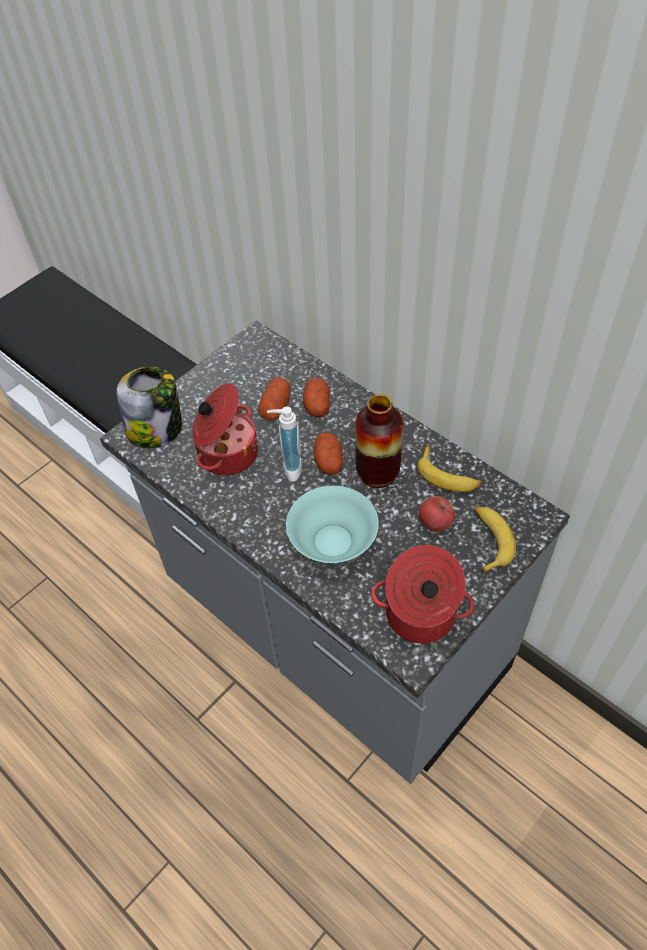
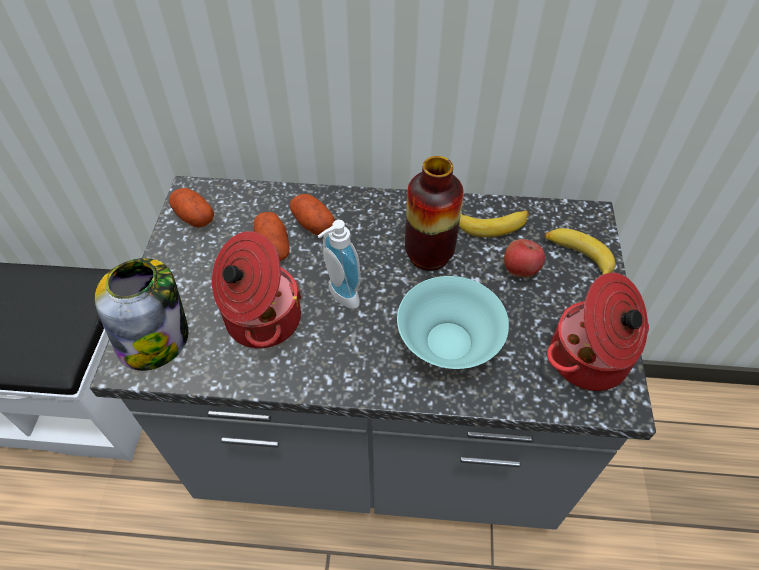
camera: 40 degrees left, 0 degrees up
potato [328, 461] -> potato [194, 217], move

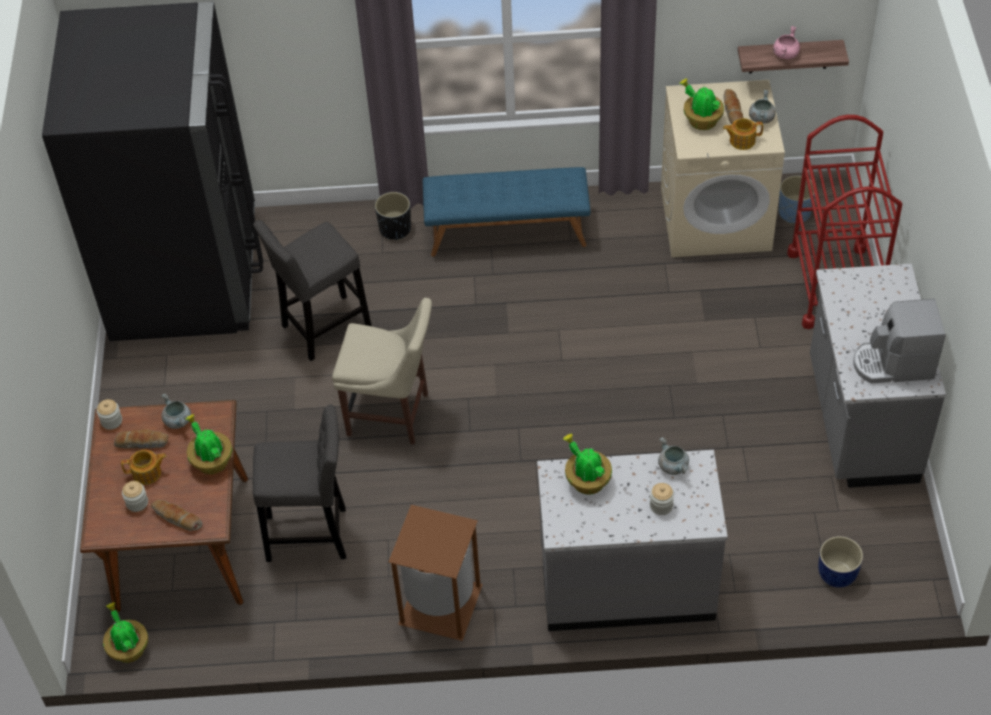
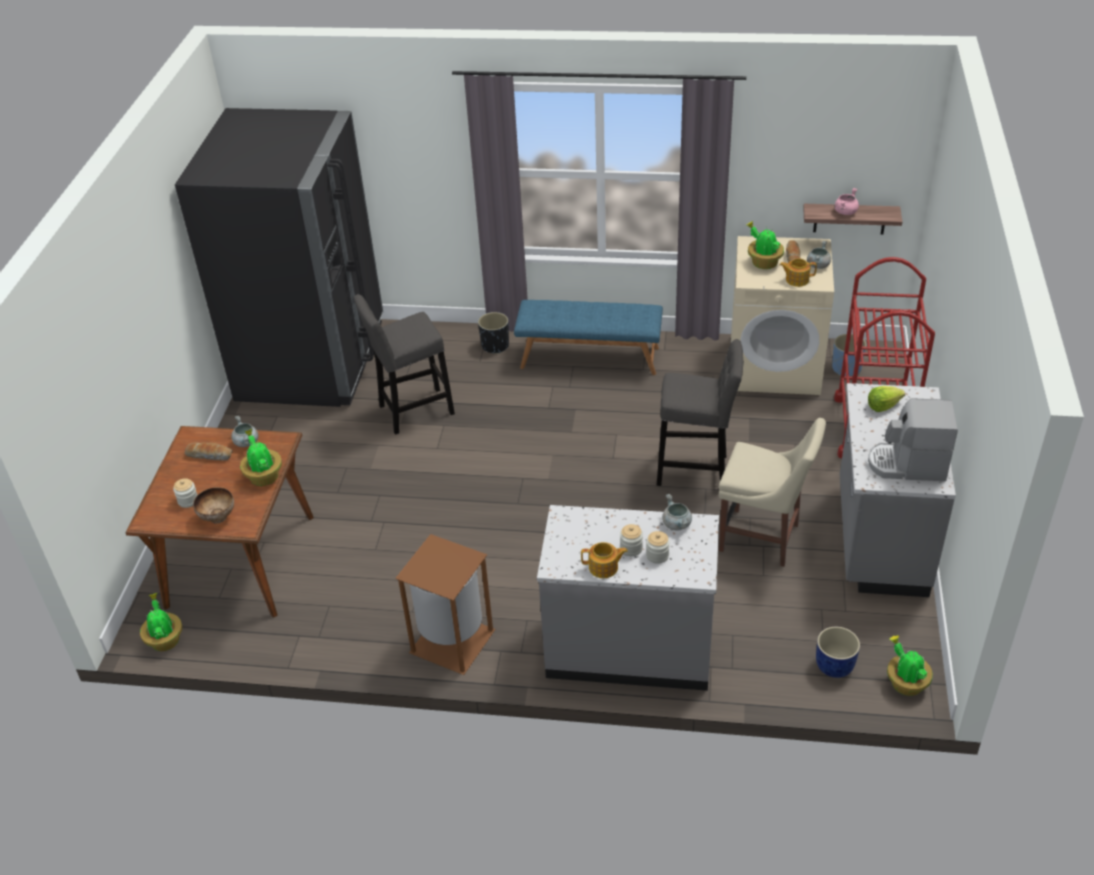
camera: 10 degrees right, 10 degrees down
chair in beige [392, 415] -> chair in beige [763, 539], move
jar [111, 421] -> jar [631, 548], move
stool in grey [312, 535] -> stool in grey [696, 471], move
potted plant [586, 481] -> potted plant [905, 683], move
teapot [147, 473] -> teapot [604, 568], move
bread [177, 519] -> bowl [217, 517]
none -> lettuce [883, 406]

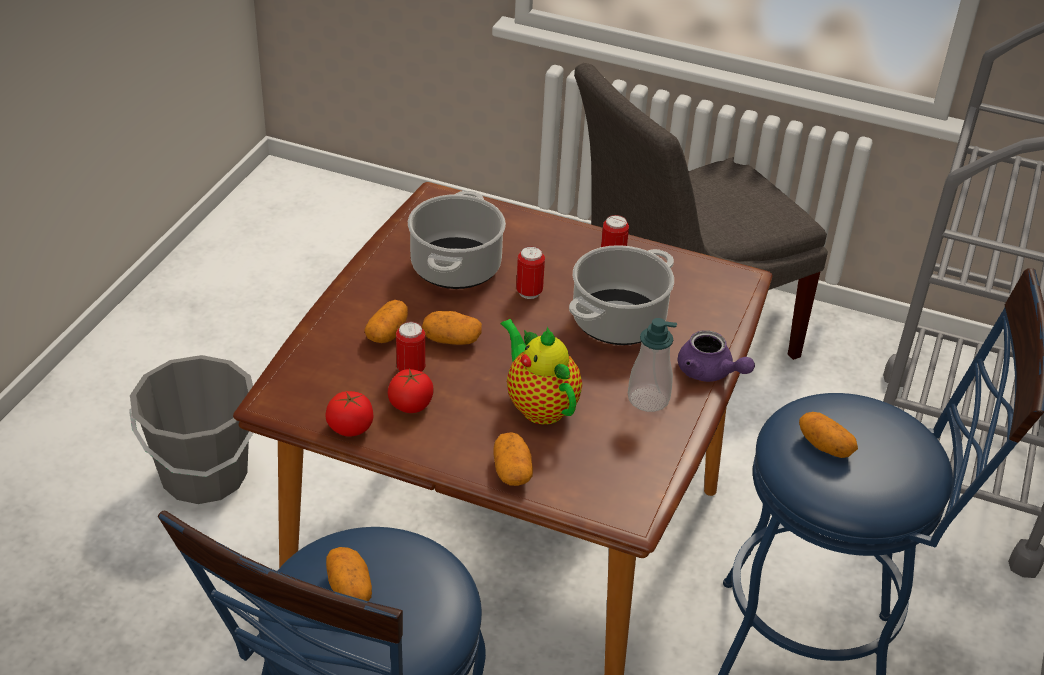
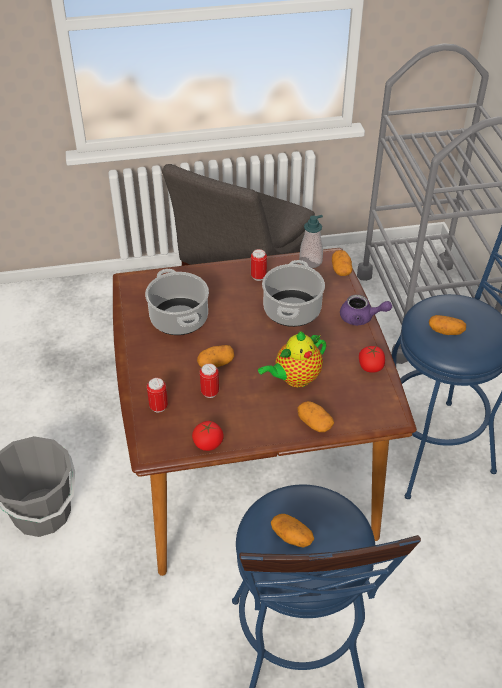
camera: 30 degrees left, 5 degrees up
can [529, 292] -> can [158, 406], move
potato [387, 333] -> potato [341, 270], move
soap dispenser [648, 399] -> soap dispenser [310, 261], move
teapot [539, 405] -> teapot [295, 378], 60 degrees counterclockwise
tomato [410, 405] -> tomato [370, 367], move

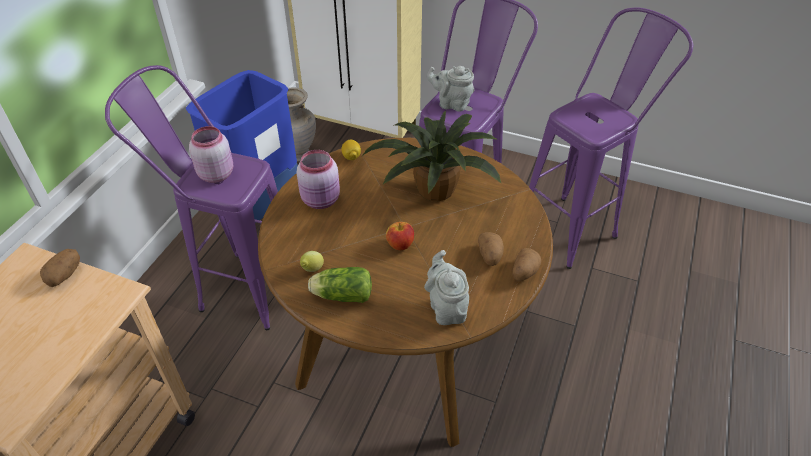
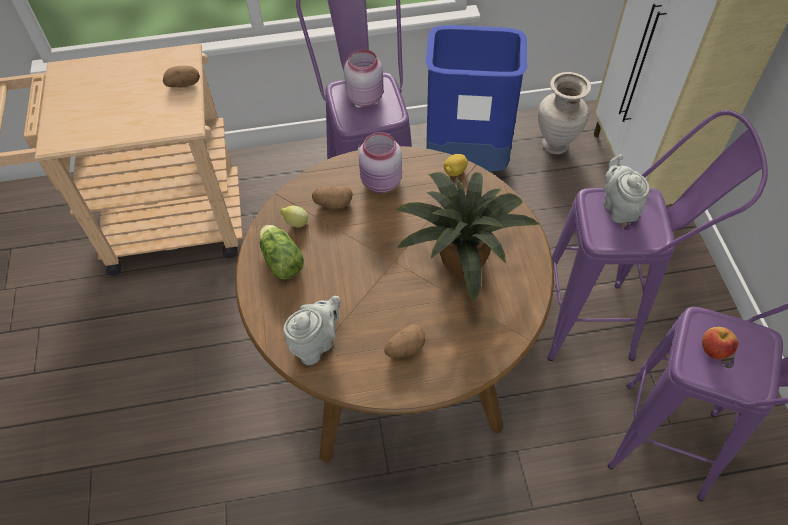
camera: 60 degrees right, 10 degrees up
apple [400, 245] -> apple [714, 350], move
potato [523, 272] -> potato [333, 204], move

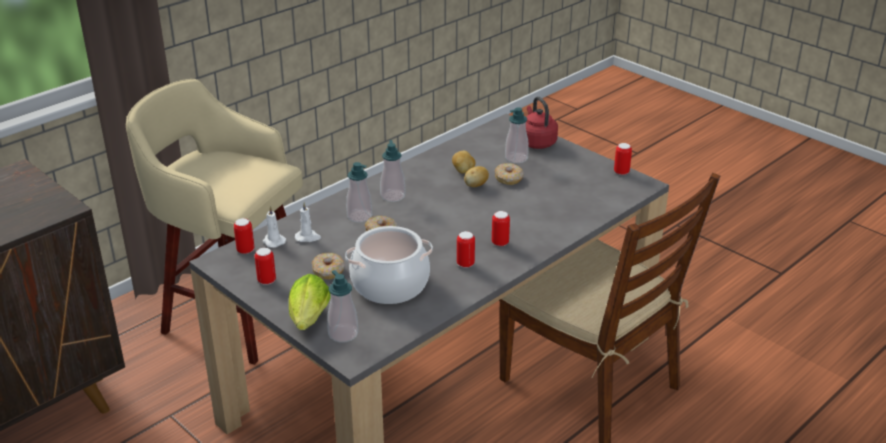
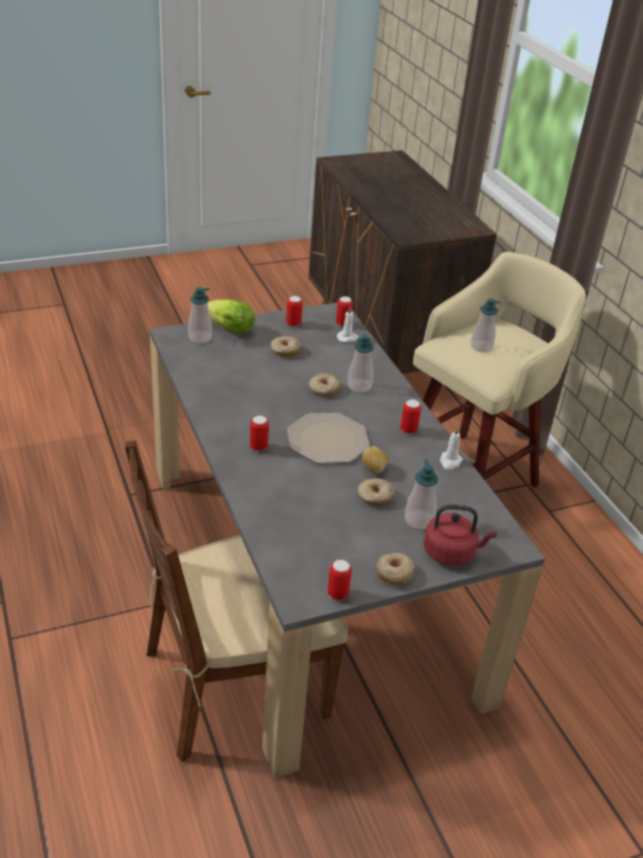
camera: 110 degrees right, 5 degrees up
soap dispenser [393, 196] -> soap dispenser [481, 347], move
potato [463, 171] -> none
candle in white [308, 237] -> candle in white [450, 462], move
cooking pot [389, 285] -> none
can [465, 264] -> can [408, 430], move
none -> plate [327, 439]
none -> donut [394, 573]

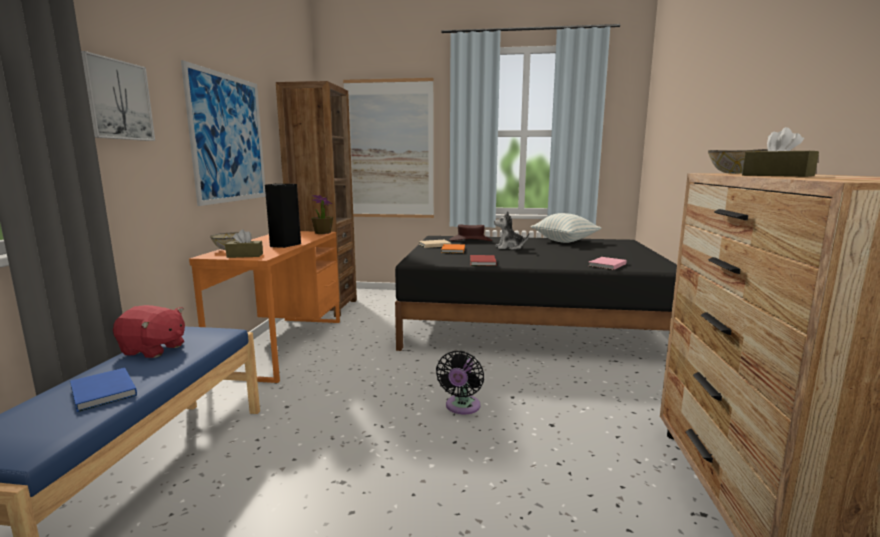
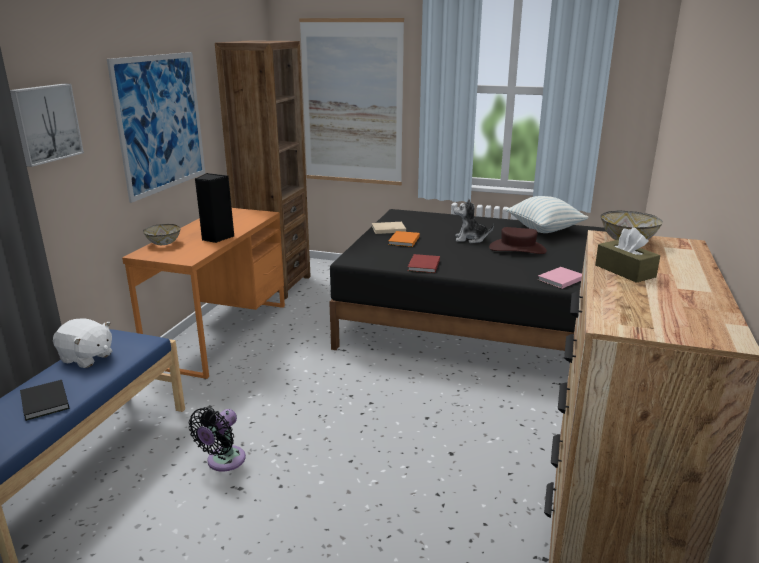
camera: 10 degrees right, 10 degrees up
potted plant [322, 233] -> none
hat in brown [470, 240] -> hat in brown [517, 249], move
tissue box in brown [245, 255] -> none
plush toy in red [153, 350] -> plush toy in white [86, 358]
fan in black [462, 407] -> fan in black [223, 461], move
book in blue [102, 392] -> book in black [44, 403]

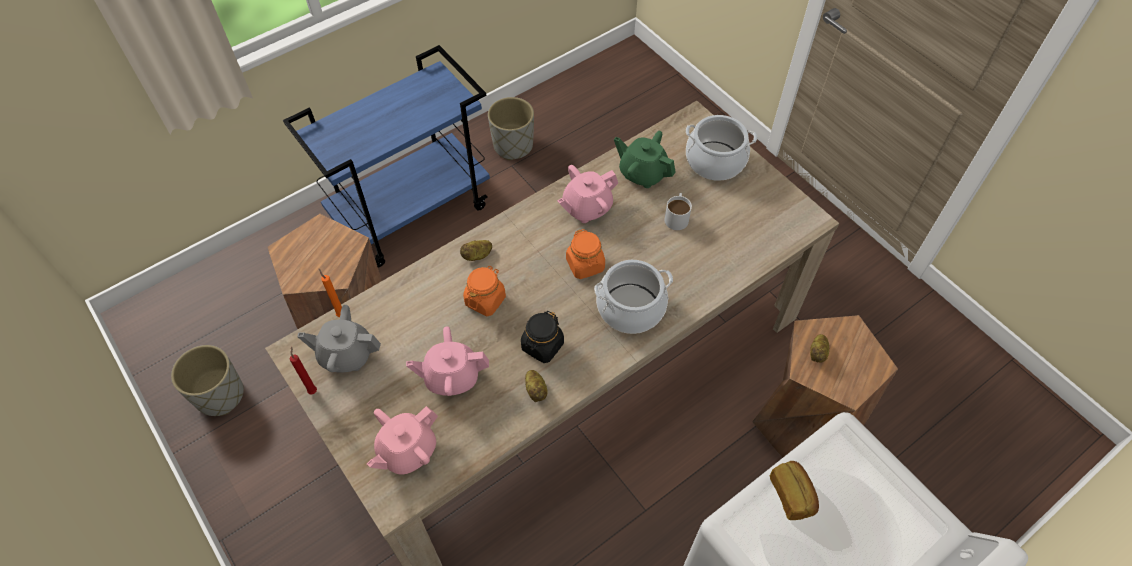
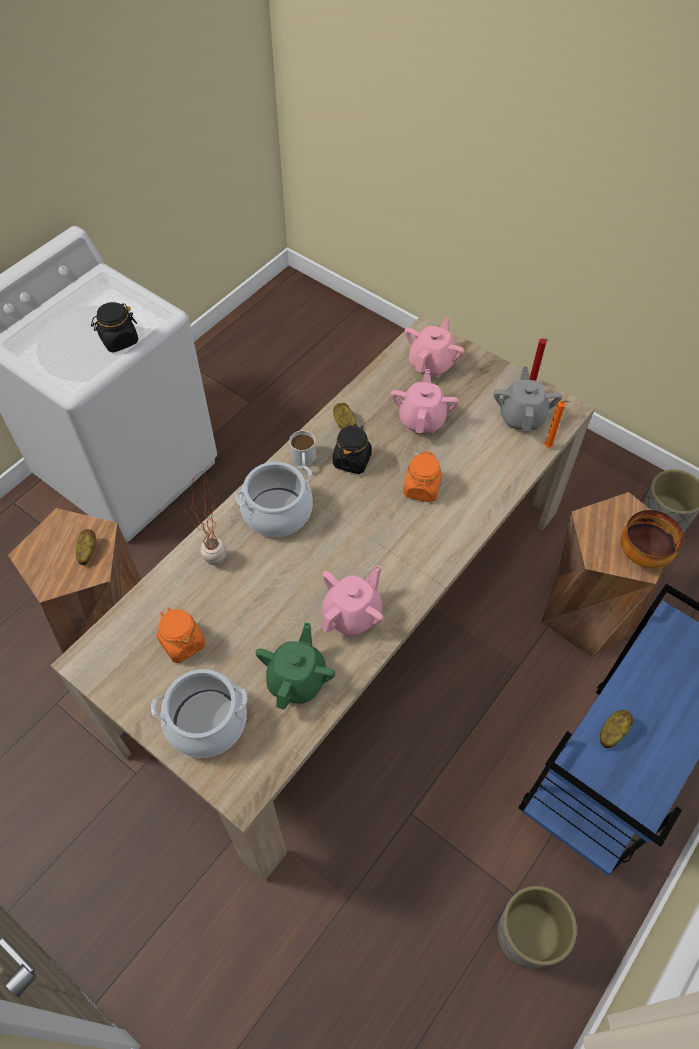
camera: 165 degrees right, 0 degrees up
teapot in green [642, 173] -> teapot in green [297, 679], 90 degrees counterclockwise
mug in white [677, 216] -> mug in white [303, 460], move
jar in orange [585, 265] -> jar in orange [182, 643], move
potato [477, 255] -> potato [612, 732], move
teapot in grey [346, 354] -> teapot in grey [522, 417], 75 degrees counterclockwise
teapot in pink [451, 377] -> teapot in pink [422, 419], 60 degrees counterclockwise
bread [792, 494] -> jar in black [119, 340]
none -> potted plant [214, 567]
none -> bowl [643, 555]

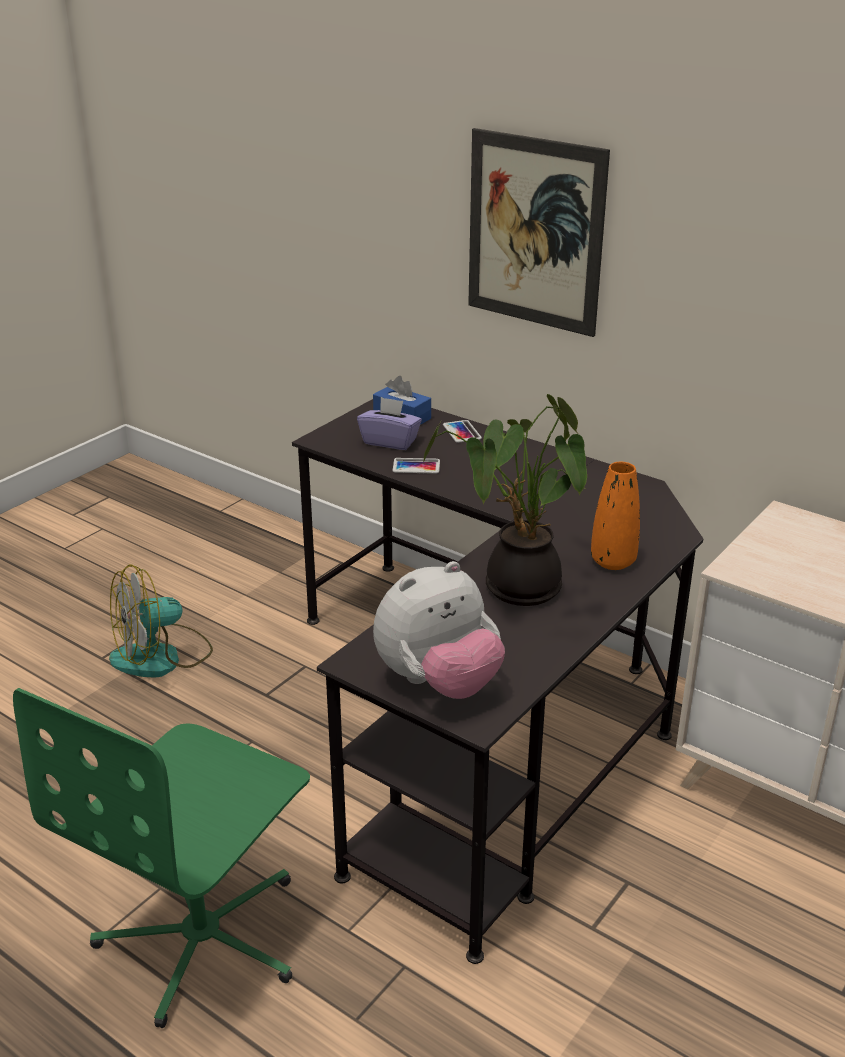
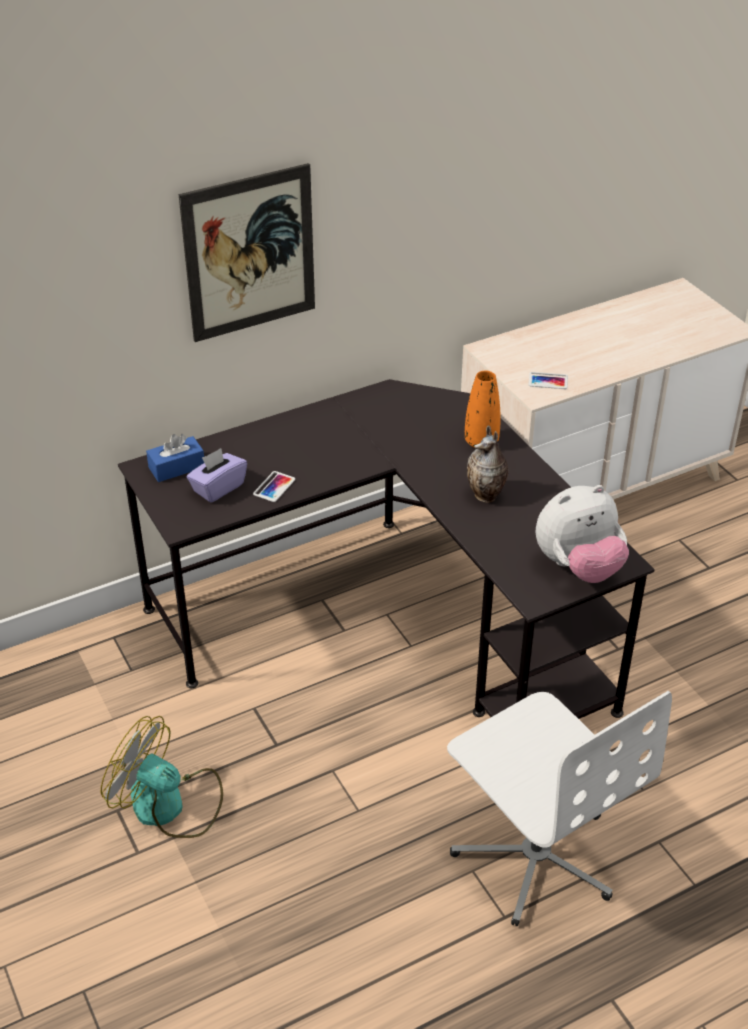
camera: 65 degrees left, 10 degrees up
potted plant [515, 588] -> vase [487, 496]
phone [462, 432] -> phone [548, 381], move
plush toy [438, 682] -> plush toy [578, 567], 75 degrees clockwise
fan [162, 657] -> fan [169, 805], 120 degrees clockwise
office chair in green [204, 937] -> office chair in white [535, 854]

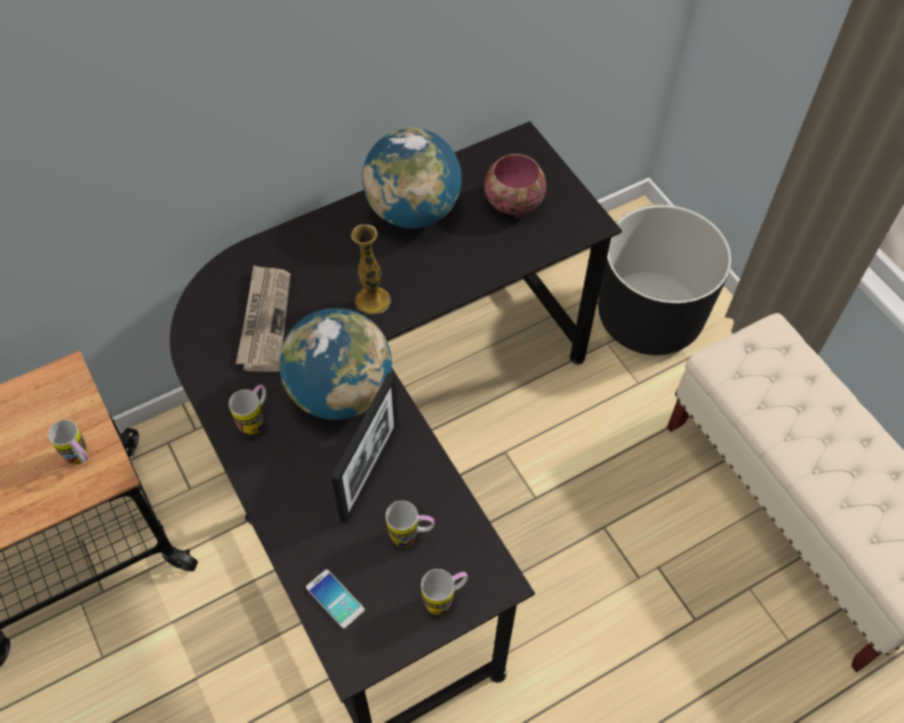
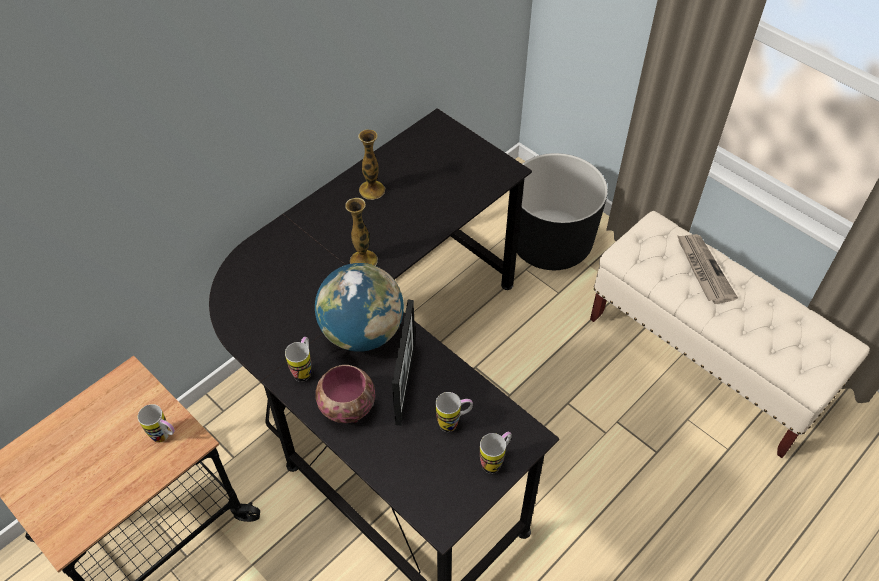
camera: 15 degrees left, 5 degrees down
globe [413, 211] -> vase [372, 190]
bowl [512, 204] -> bowl [346, 408], move
newspaper [264, 320] -> newspaper [703, 269], move
phone [335, 599] -> none

